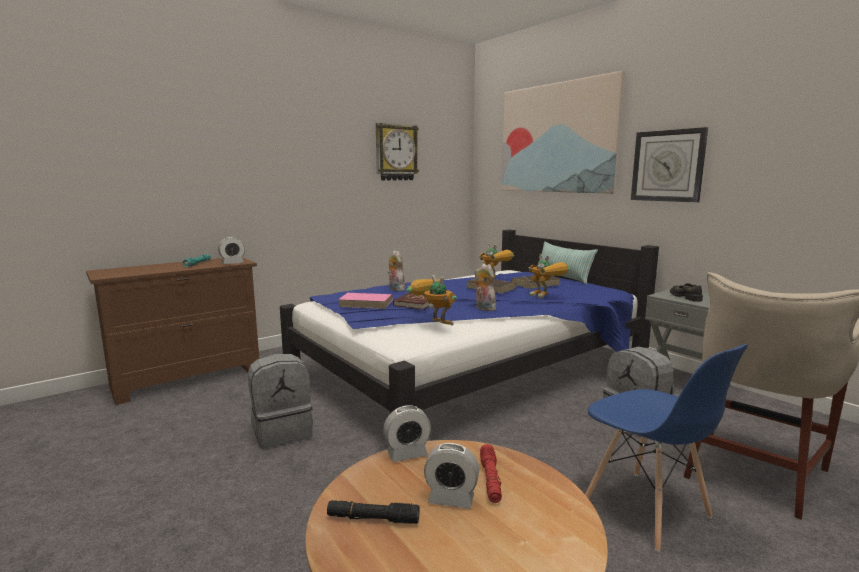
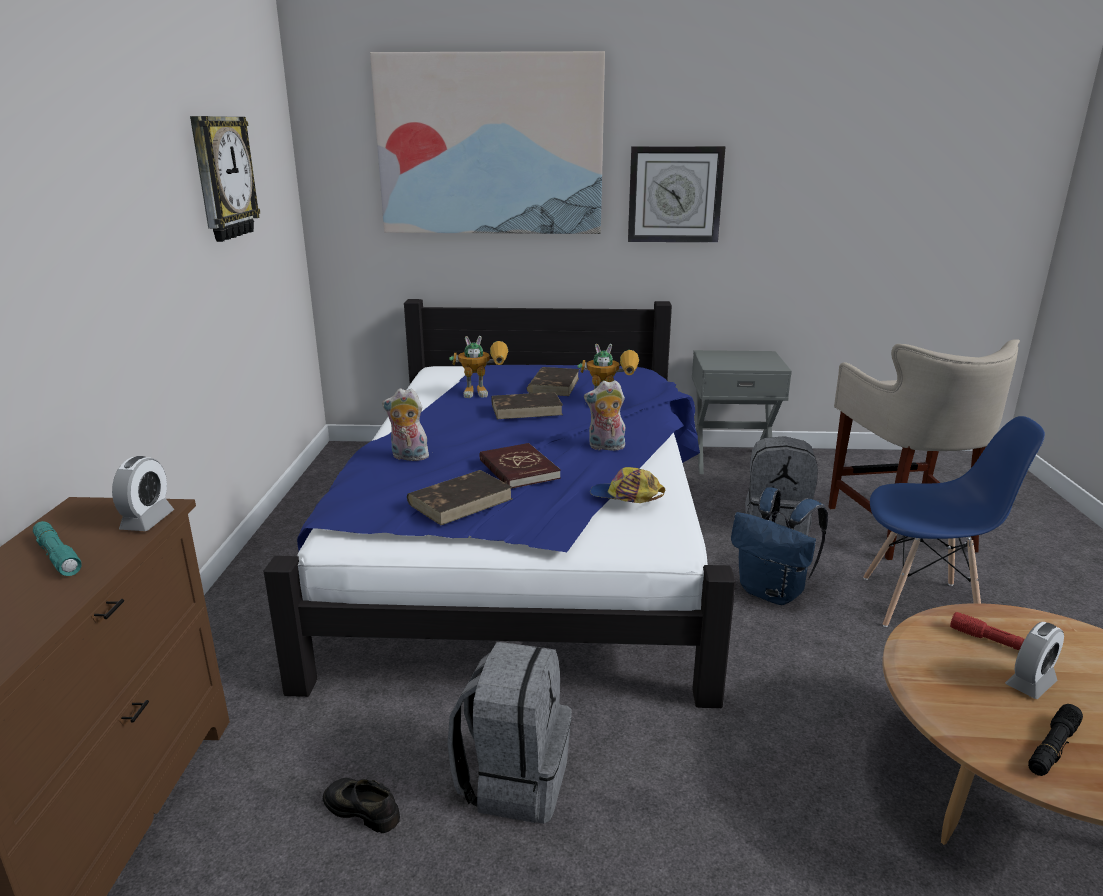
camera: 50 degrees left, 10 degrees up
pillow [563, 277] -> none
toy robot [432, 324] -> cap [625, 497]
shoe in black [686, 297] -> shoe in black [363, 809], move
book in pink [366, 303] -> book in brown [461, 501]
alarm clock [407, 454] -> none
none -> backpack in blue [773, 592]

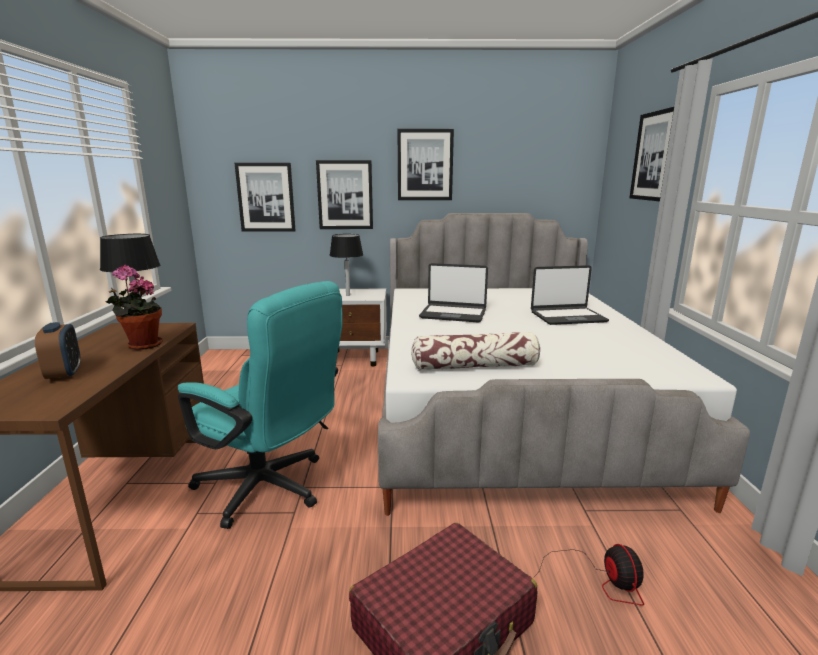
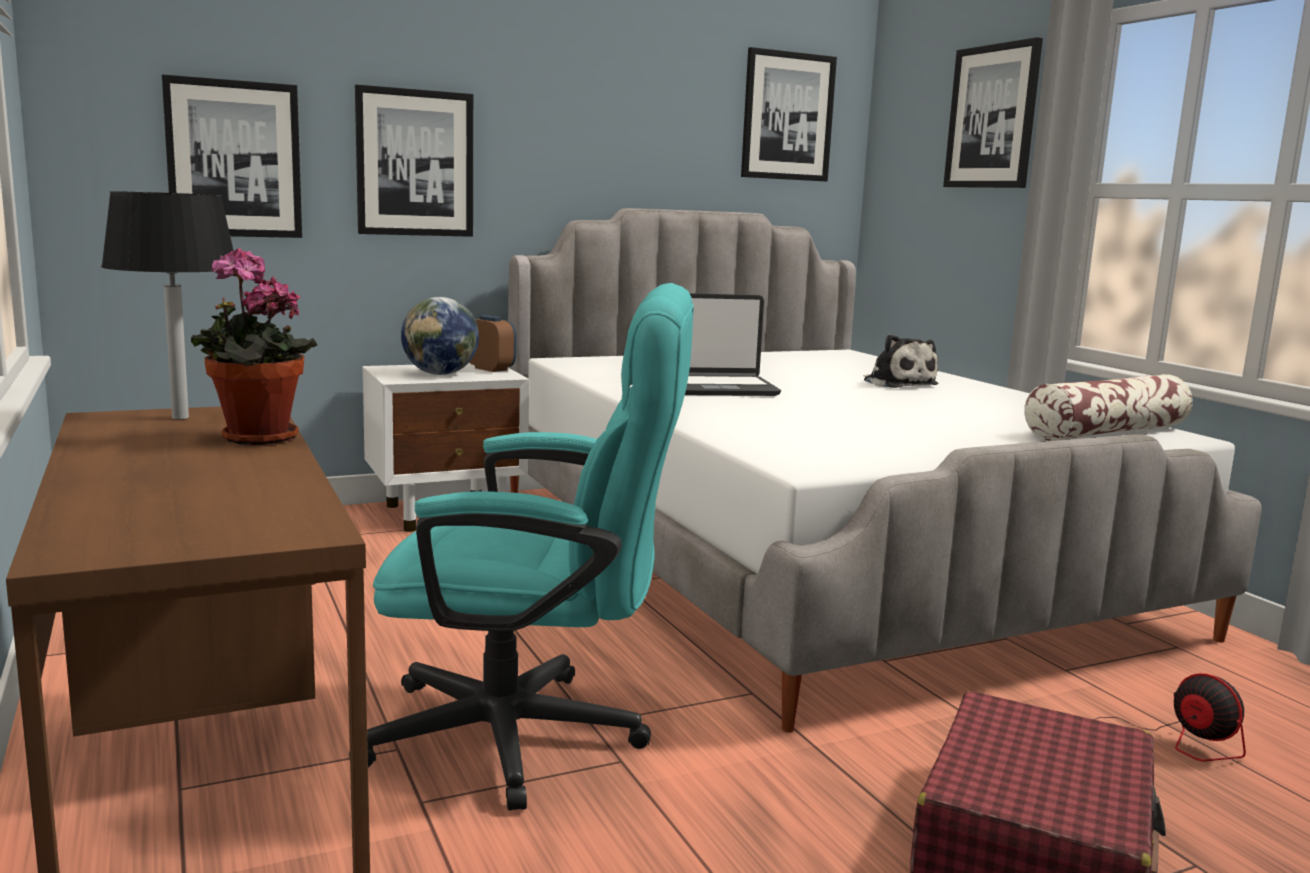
camera: 25 degrees left, 5 degrees down
picture [425, 165] -> picture [787, 116], move
table lamp in black [348, 295] -> globe [440, 374]
laptop [567, 317] -> plush toy [898, 383]
alarm clock [64, 374] -> alarm clock [491, 369], move
pillow [475, 366] -> pillow [1106, 432], move

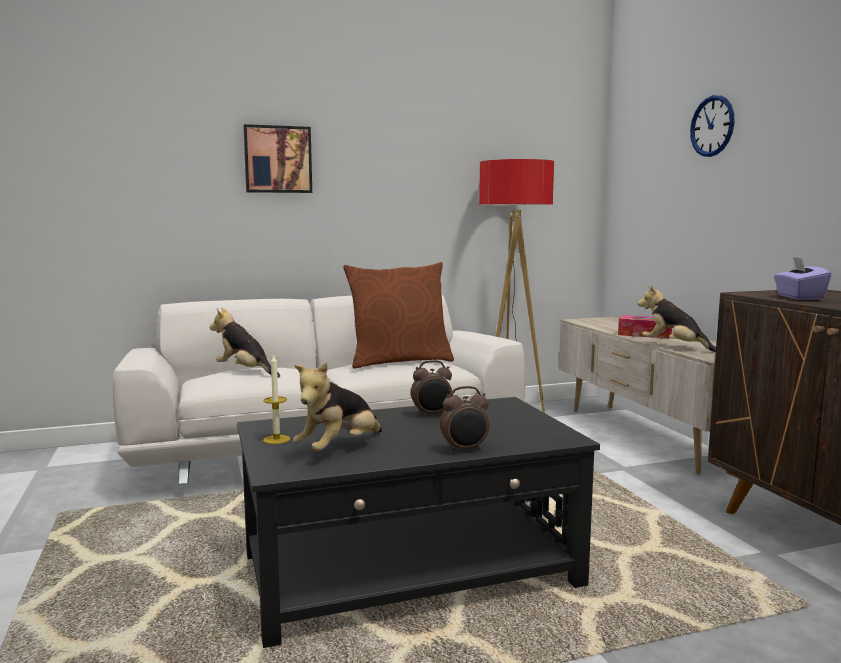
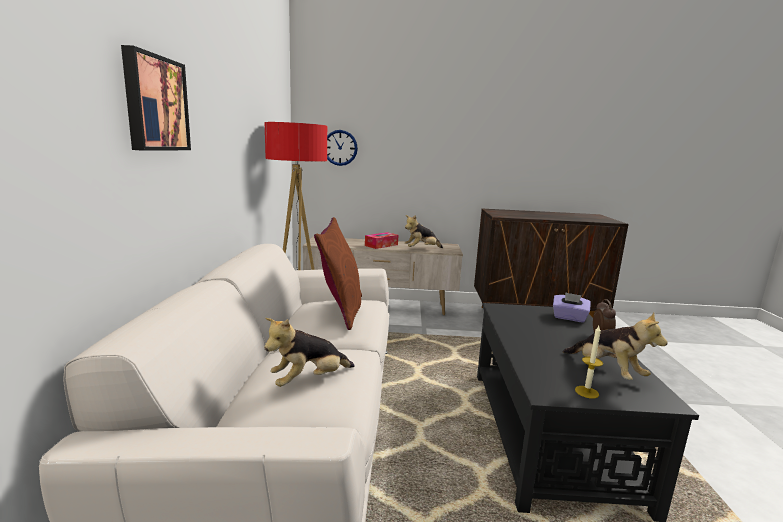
camera: 70 degrees left, 5 degrees up
wall clock [712, 126] -> wall clock [340, 147], move
tissue box in purple [799, 297] -> tissue box in purple [569, 318], move
alarm clock [432, 415] -> none

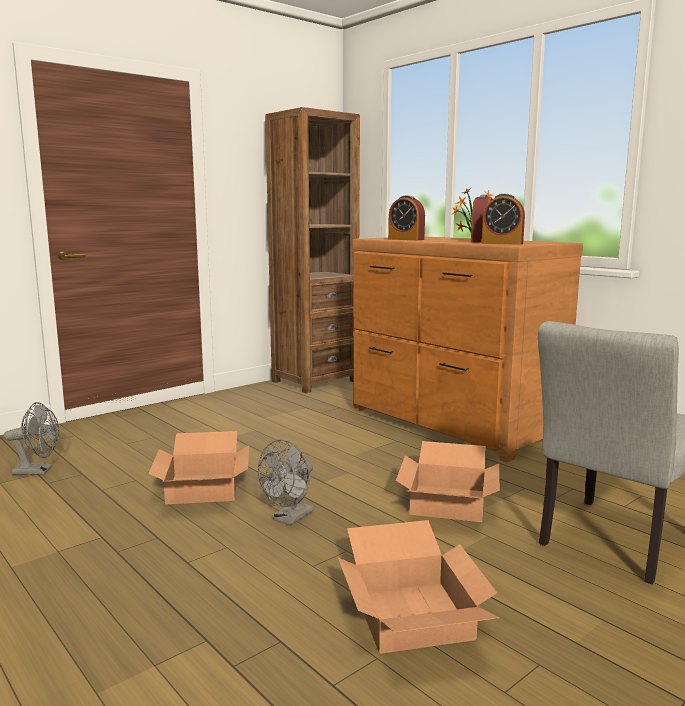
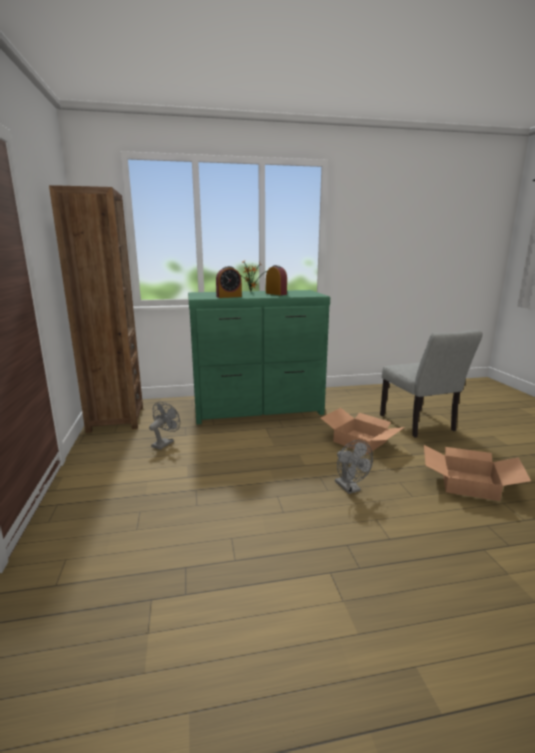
camera: 60 degrees left, 5 degrees up
alarm clock [502, 243] -> none
dresser in brown [451, 423] -> dresser in green [258, 408]
fan in grey [38, 471] -> fan in grey [165, 443], move
cardboard box [201, 487] -> none

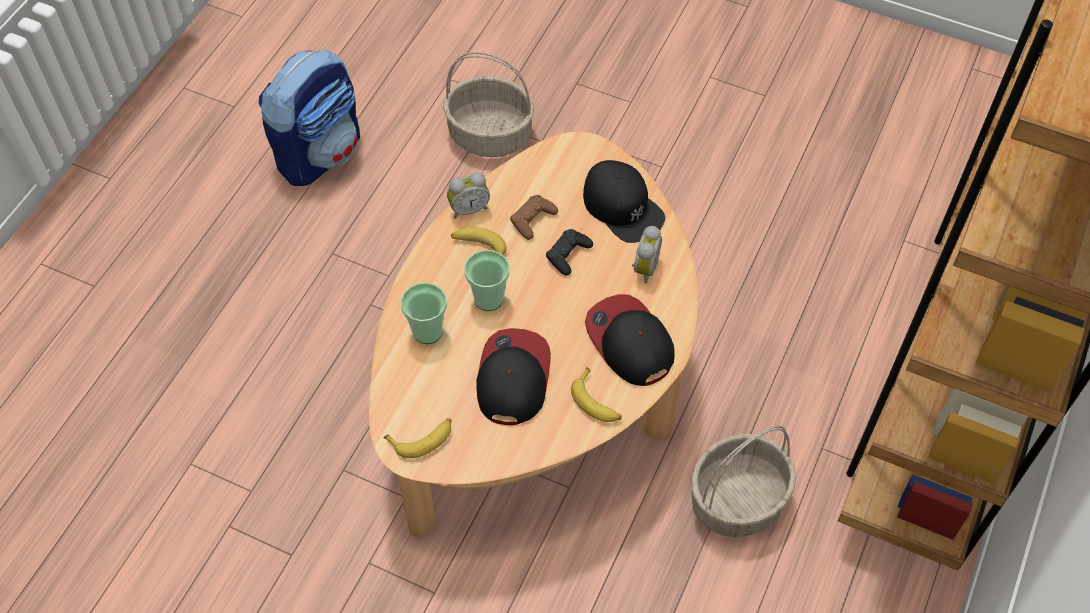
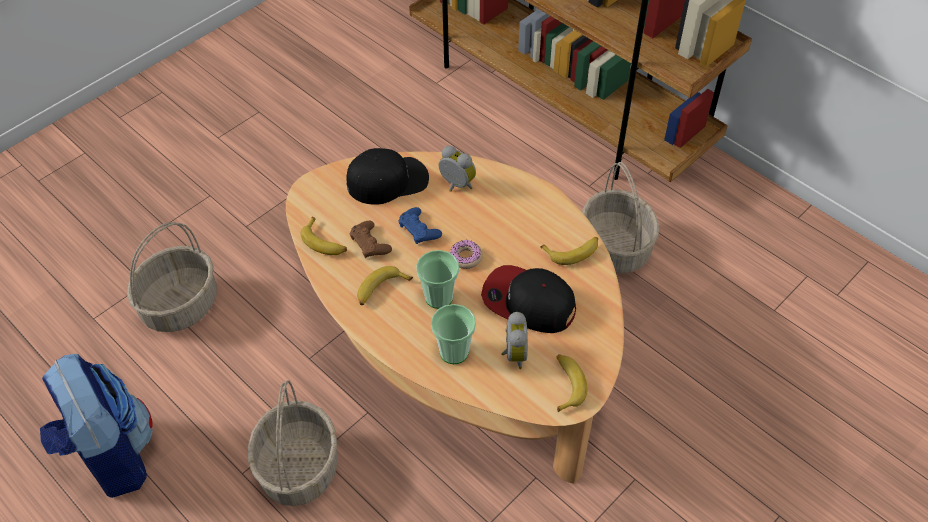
camera: 70 degrees left, 5 degrees down
alarm clock [468, 208] -> alarm clock [513, 354], move
game controller in black [568, 255] -> game controller in blue [419, 230]
cap [629, 342] -> none
none -> banana [325, 242]
none -> donut [466, 257]
none -> basket [298, 467]

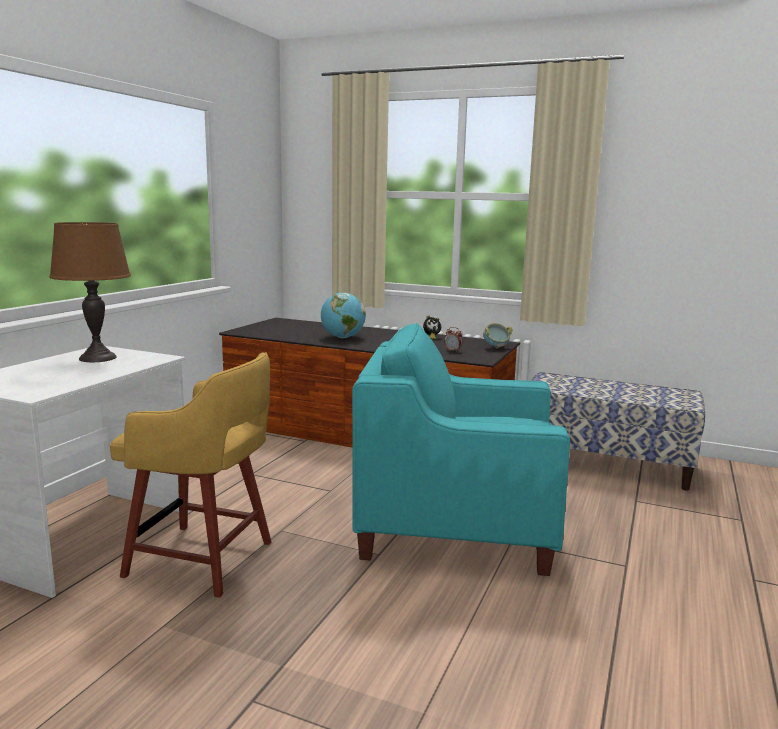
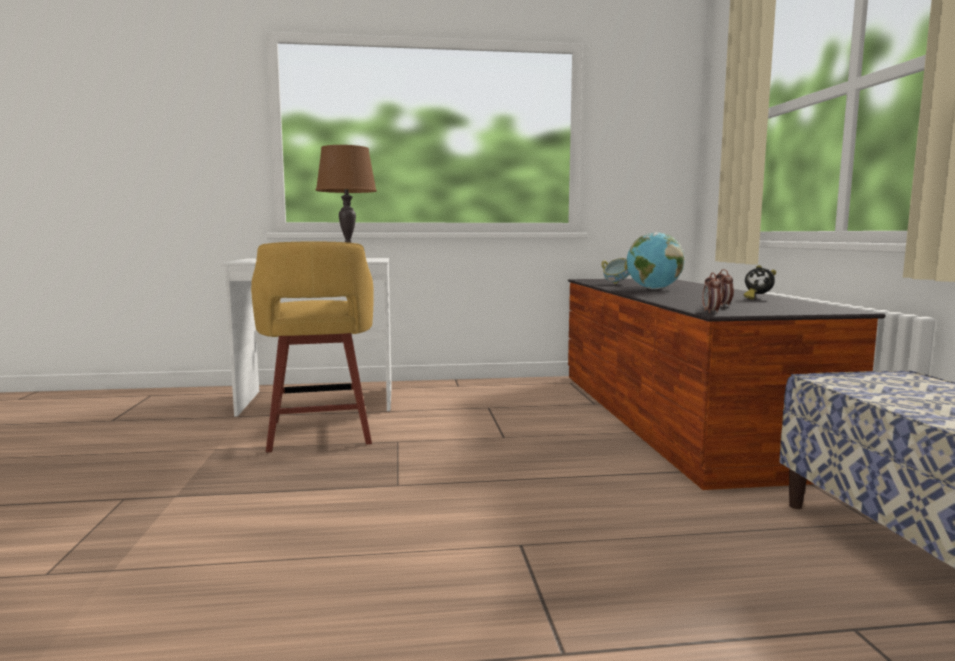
camera: 60 degrees right, 5 degrees down
armchair in turquoise [455, 526] -> none
bowl [495, 347] -> bowl [616, 283], move
none -> alarm clock [711, 312]

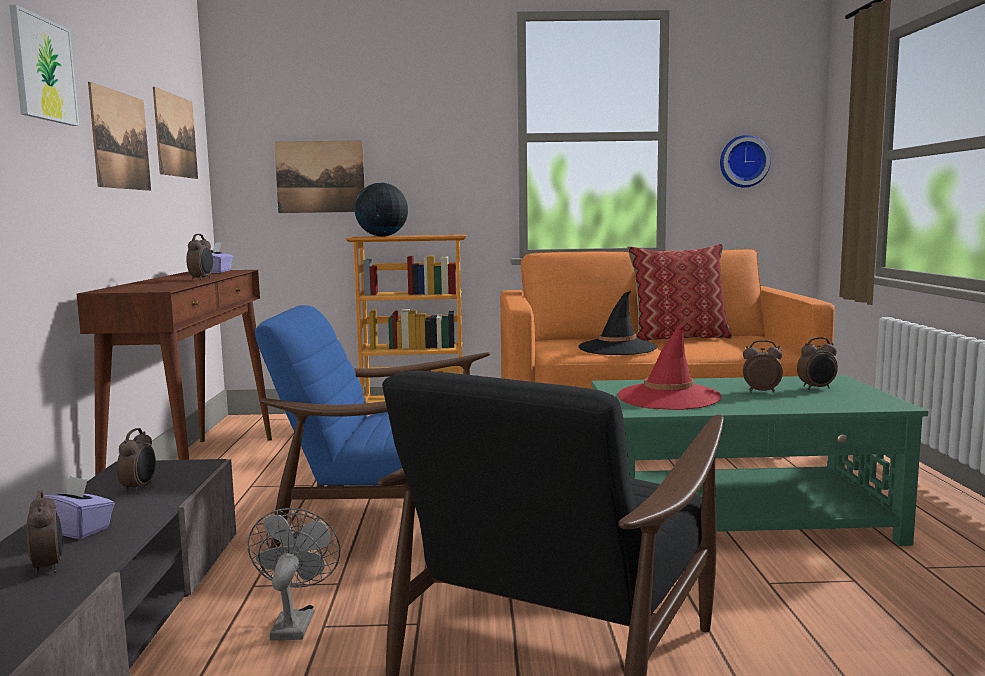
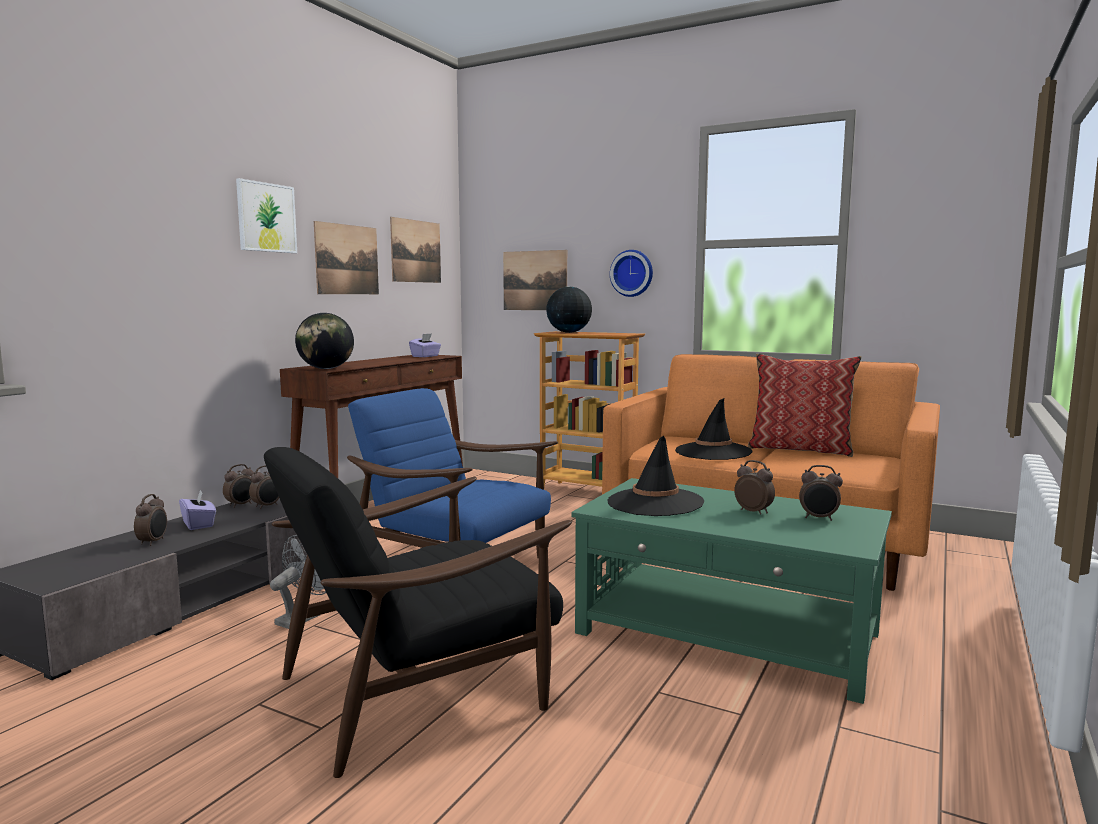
camera: 30 degrees right, 0 degrees up
wall clock [743, 161] -> wall clock [632, 273], move
alarm clock [202, 279] -> alarm clock [241, 505], move
hat in red [668, 397] -> hat in black [655, 502]
none -> globe [326, 369]

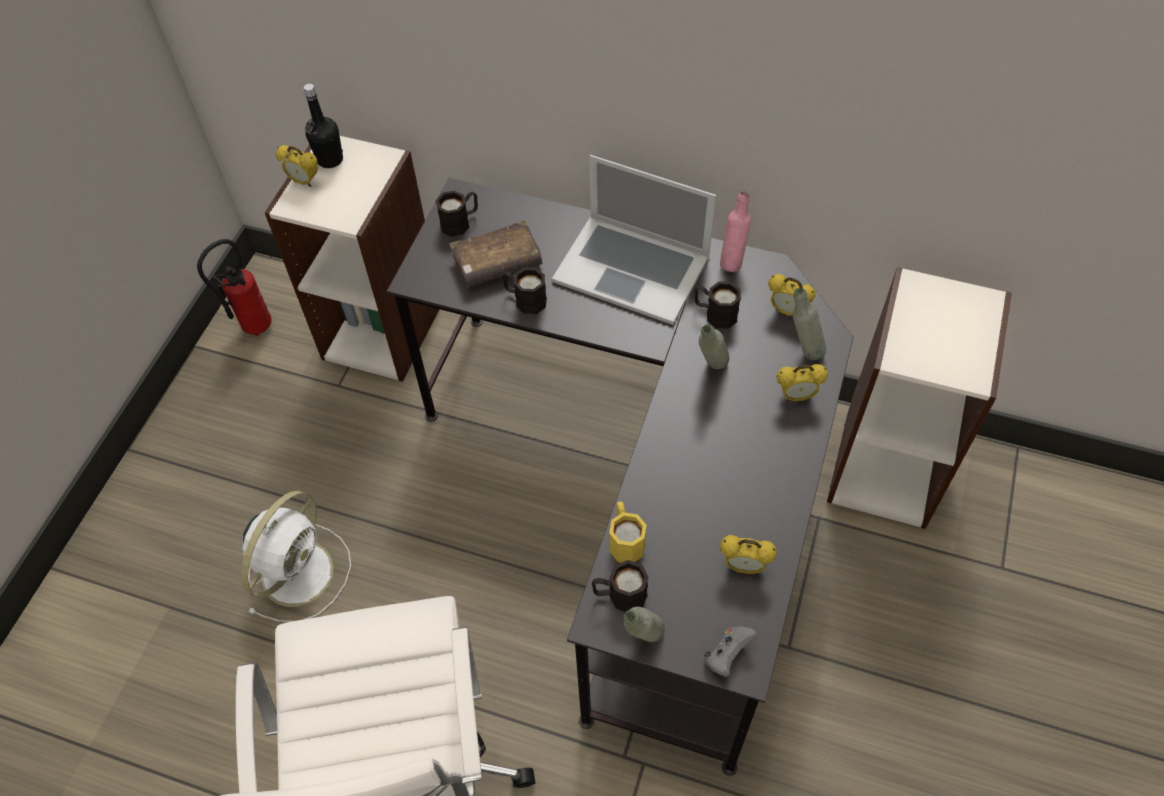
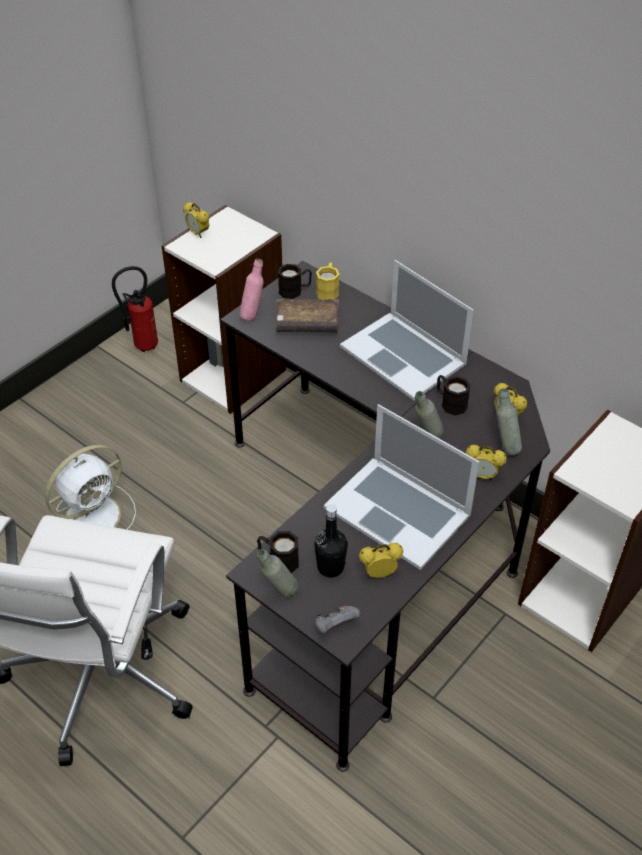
camera: 20 degrees right, 10 degrees down
bottle in black [330, 159] -> bottle in black [330, 567], move
bottle in pink [732, 261] -> bottle in pink [253, 315], move
mug in black [525, 299] -> none
mug in yellow [625, 540] -> mug in yellow [328, 290], move
alarm clock [743, 566] -> alarm clock [379, 573], 135 degrees clockwise
none -> laptop [398, 511]

